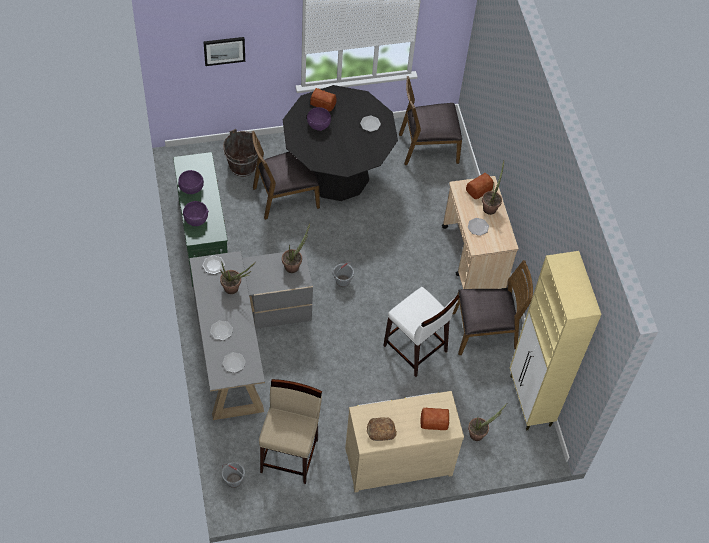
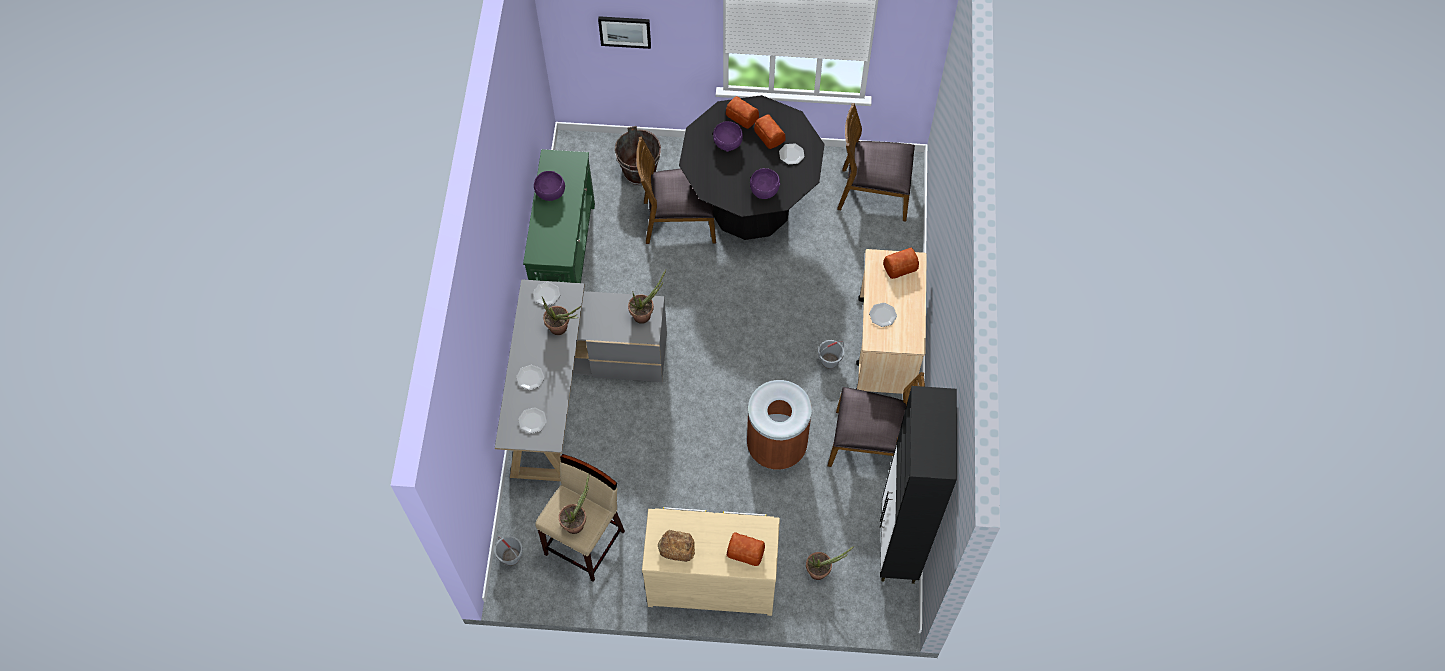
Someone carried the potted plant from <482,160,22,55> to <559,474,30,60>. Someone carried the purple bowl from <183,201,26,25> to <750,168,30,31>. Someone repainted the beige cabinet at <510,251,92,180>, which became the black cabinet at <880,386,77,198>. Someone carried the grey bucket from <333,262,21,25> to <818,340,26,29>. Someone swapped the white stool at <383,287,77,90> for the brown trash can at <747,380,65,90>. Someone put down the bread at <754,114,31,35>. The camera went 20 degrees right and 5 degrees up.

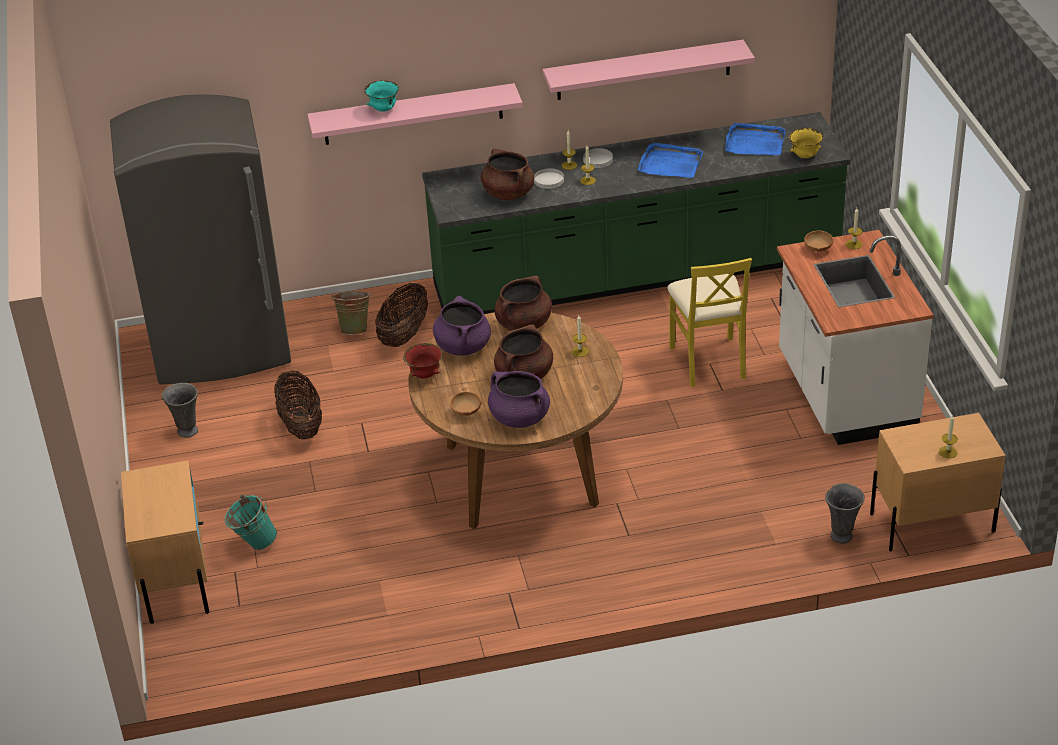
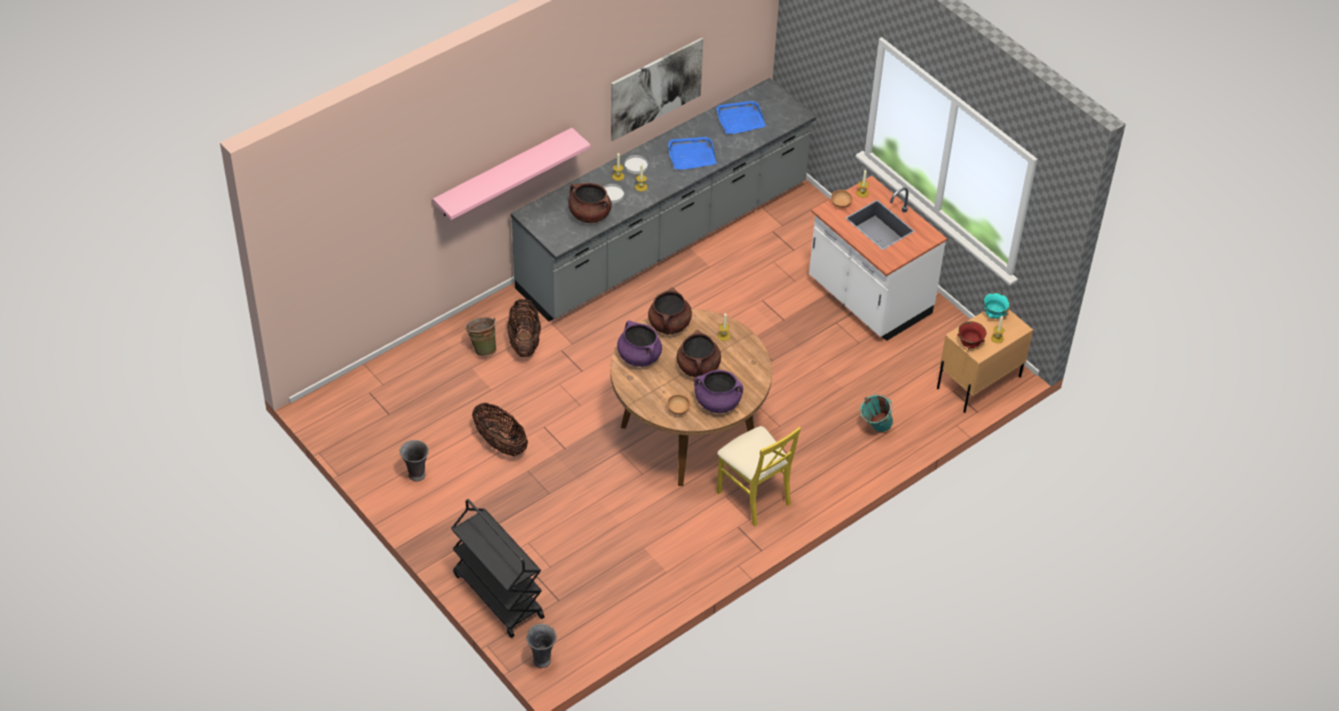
Someone swapped the pink shelf at <542,40,213,60> for the picture at <611,38,92,103>. Someone carried the turquoise bowl from <364,80,35,32> to <983,292,28,27>. Someone took away the grey fridge at <110,94,181,290>. Someone repainted the green counter at <422,112,429,202>, which became the grey counter at <511,78,305,244>. Someone took away the yellow bowl at <788,128,35,30>. Someone carried the yellow chair from <667,258,85,129> to <717,426,84,100>. Someone carried the red bowl from <403,343,39,36> to <957,321,29,28>. Someone swapped the beige nightstand at <121,460,88,164> for the black cart at <451,499,93,139>. Someone carried the grey vase from <825,483,40,61> to <526,624,31,44>. Someone carried the turquoise bucket from <224,495,54,55> to <860,395,33,37>. The camera went 30 degrees left and 10 degrees up.

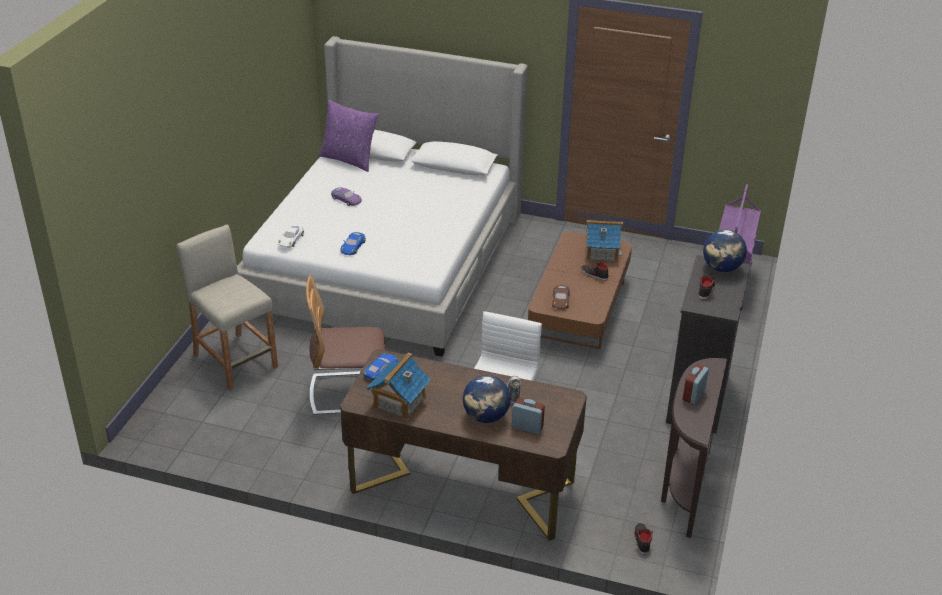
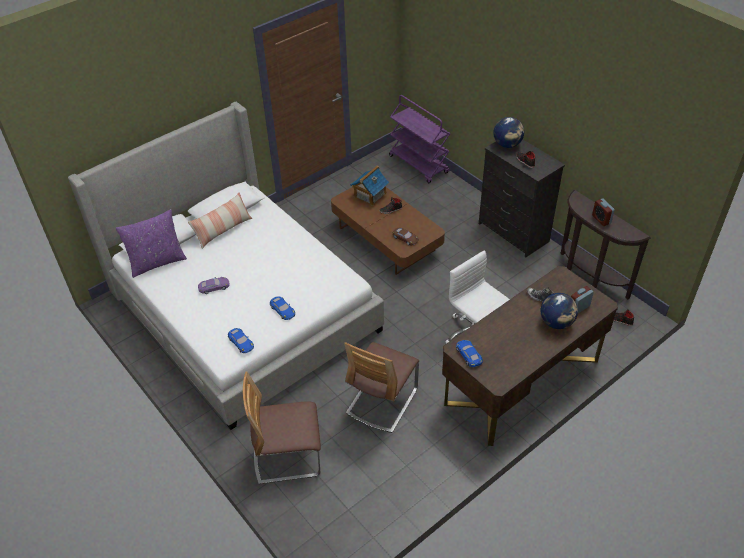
Someone swapped the beige stool at <176,225,102,165> for the chair at <243,371,78,113>. Someone repainted the white toy car at <278,225,26,23>, which became the blue toy car at <228,328,26,25>. Someone took away the toy house at <367,353,64,67>. Someone put down the pillow at <188,193,64,56>. The camera went 55 degrees left and 10 degrees up.

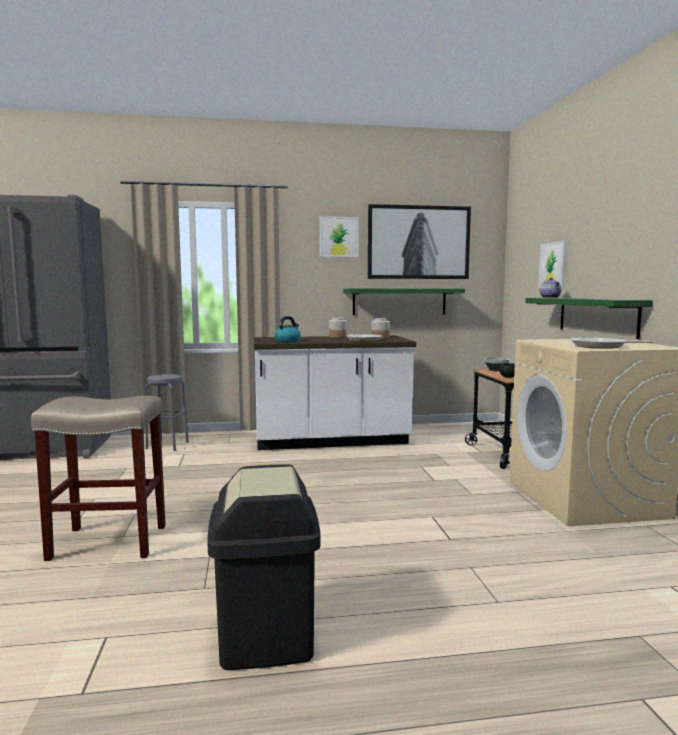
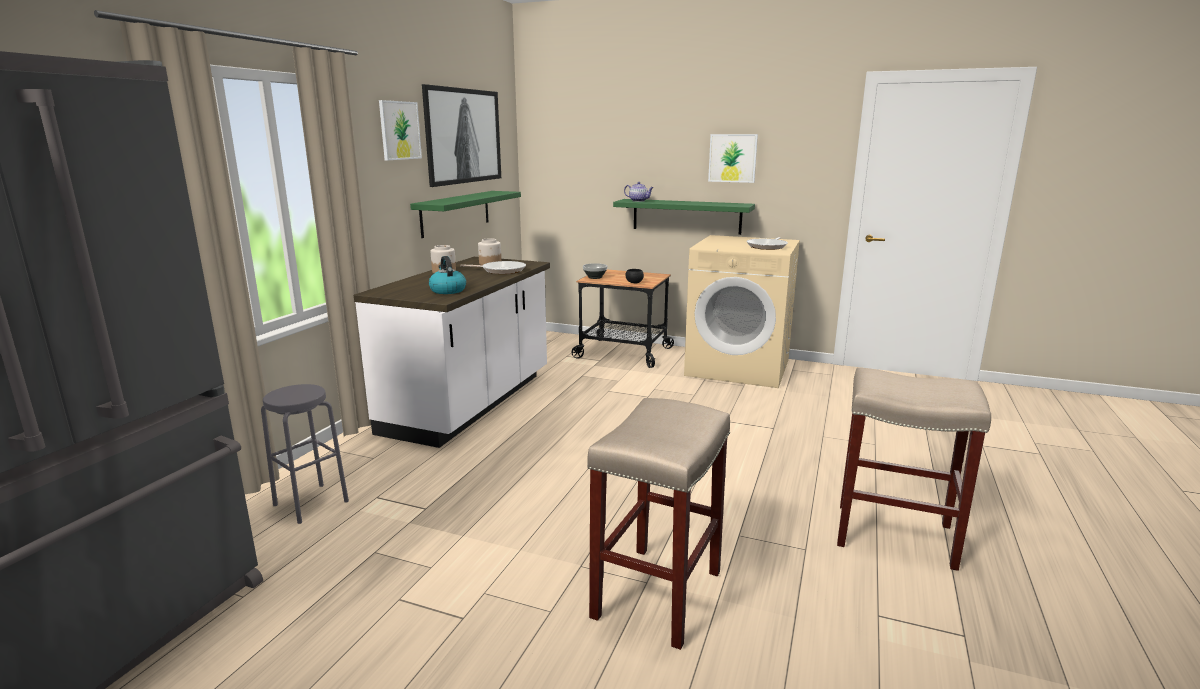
Someone carried the picture from <538,241,29,47> to <708,134,50,49>. Someone swapped the black trash can at <207,464,114,206> for the beige stool at <837,368,154,203>. The camera went 60 degrees left and 10 degrees up.

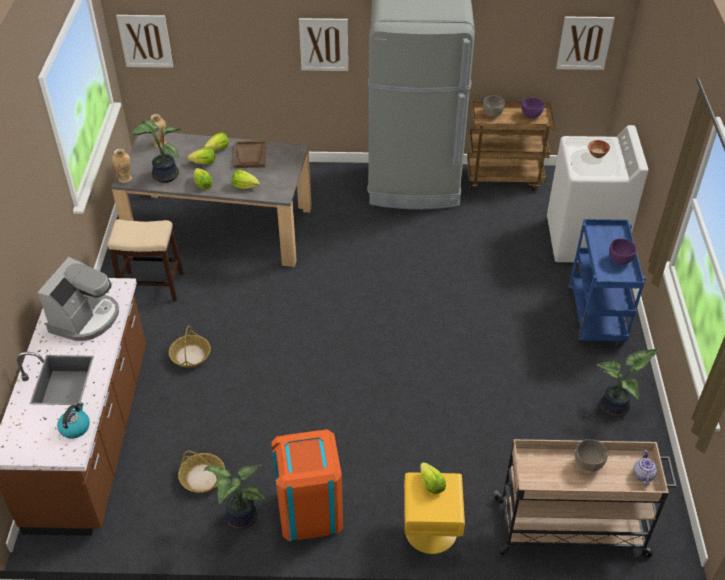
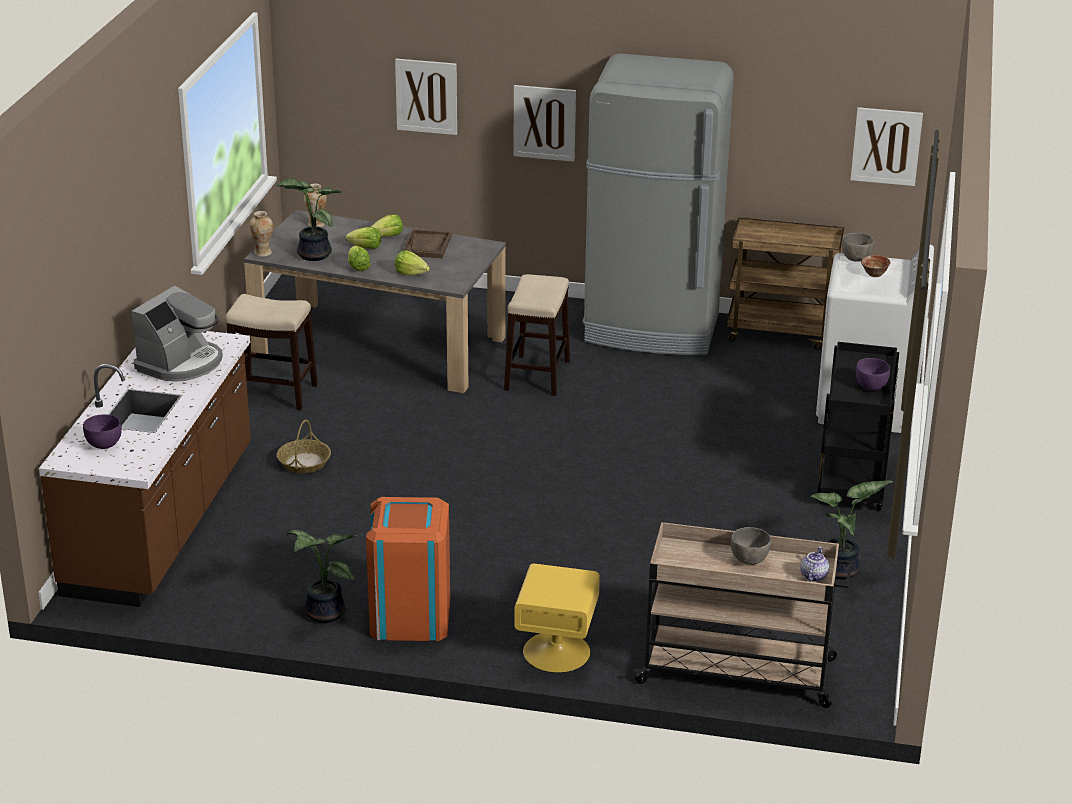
Someone carried the picture from <116,15,57,53> to <395,59,62,76>. Someone carried the grey bowl from <483,96,22,21> to <842,233,32,29>. Someone carried the purple bowl from <521,97,23,22> to <83,414,39,35>. Someone repainted the blue cart at <568,219,78,123>, which became the black cart at <817,342,82,169>. Someone took away the kettle at <57,402,33,37>. Someone took away the basket at <178,451,47,42>. Someone took away the lettuce at <420,462,26,32>. Someone put down the stool at <504,274,66,122>. The camera went 10 degrees right and 15 degrees down.

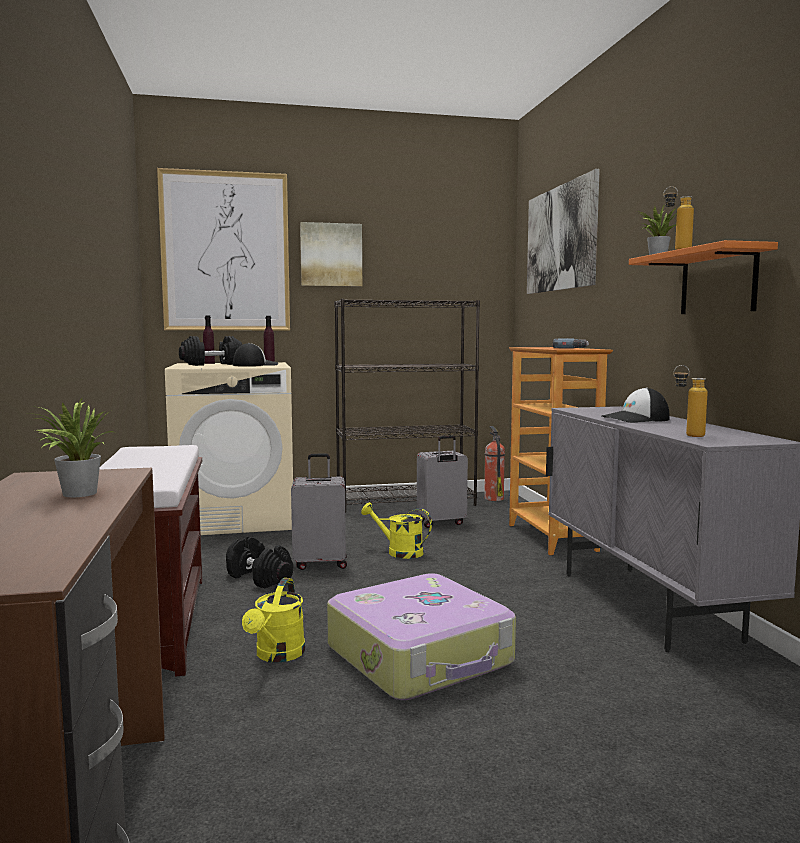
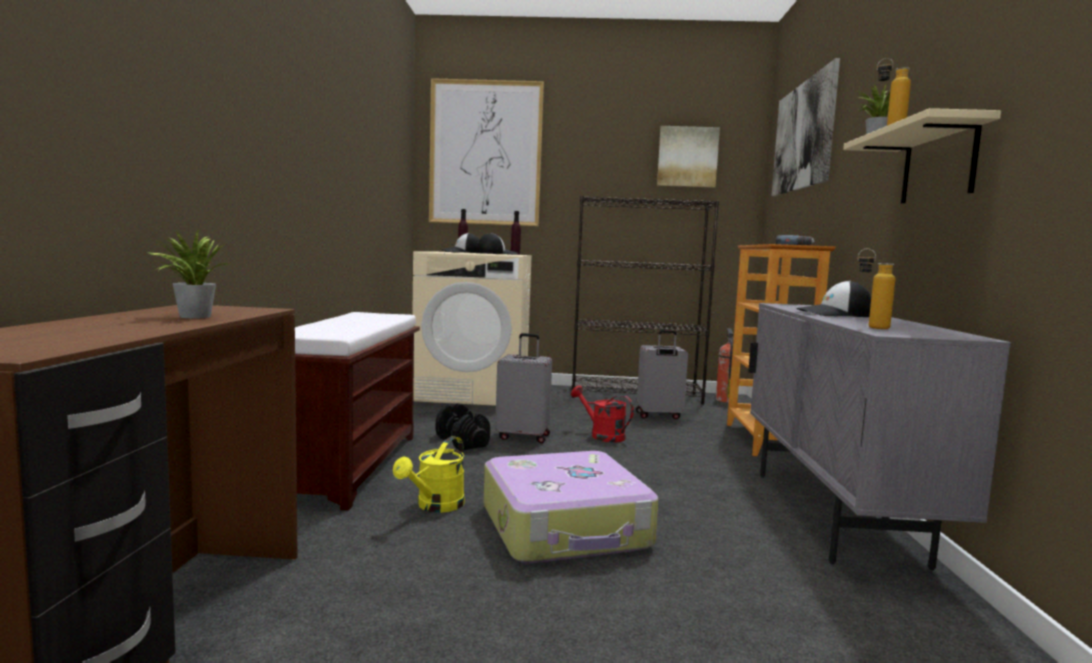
Someone carried the picture from <300,222,62,65> to <657,126,63,62>. Someone repainted the orange shelf at <629,240,149,74>, which became the beige shelf at <843,108,158,96>. Someone swapped the black dumbbell at <179,336,63,30> for the cap at <441,233,38,20>. Someone repainted the yellow watering can at <361,502,71,57>, which became the red watering can at <571,385,63,57>. The camera went 15 degrees right and 0 degrees up.

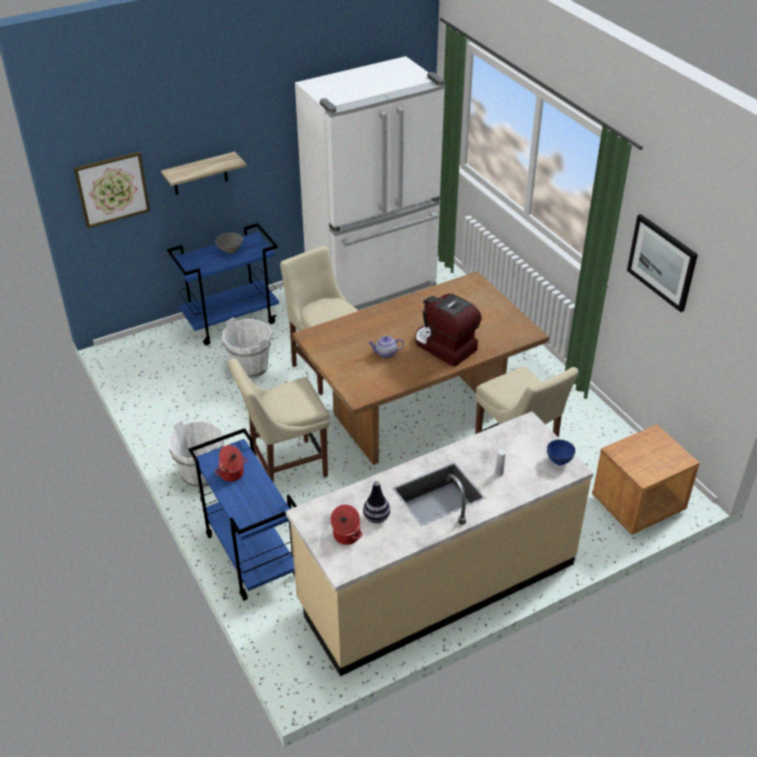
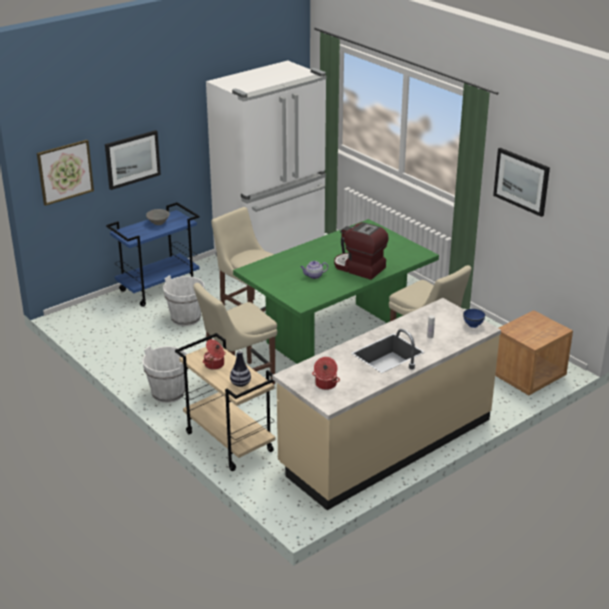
Someone swapped the shelf at <161,152,86,43> for the picture at <105,130,56,60>. Someone repainted the brown dining table at <292,271,257,194>, which became the green dining table at <233,219,206,145>. Someone repainted the blue cart at <188,428,109,173>, which became the beige cart at <175,333,100,138>. Someone carried the vase from <363,481,27,42> to <230,350,21,37>. The camera went 10 degrees left and 10 degrees down.

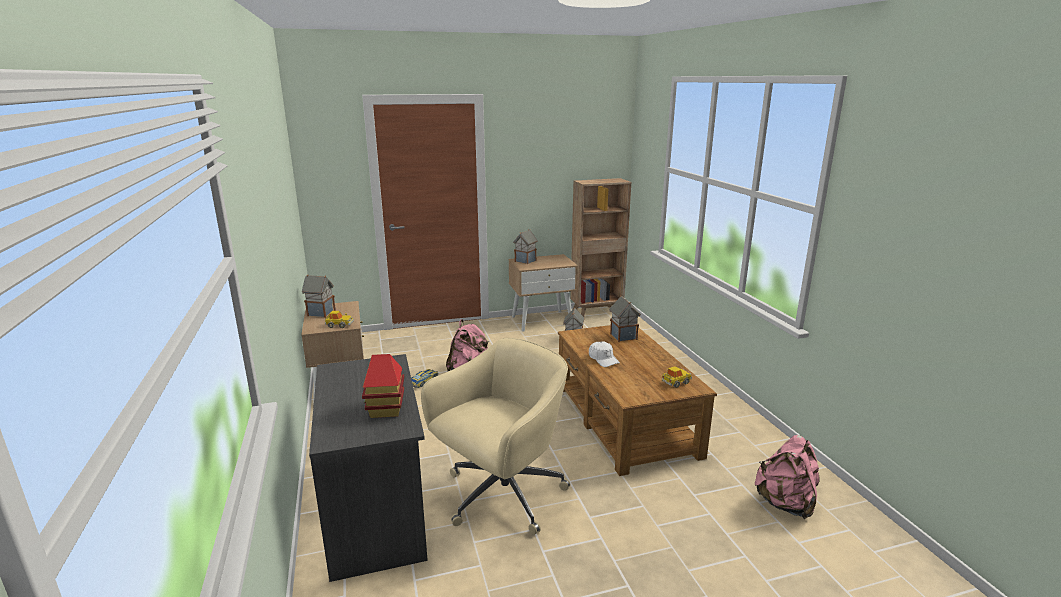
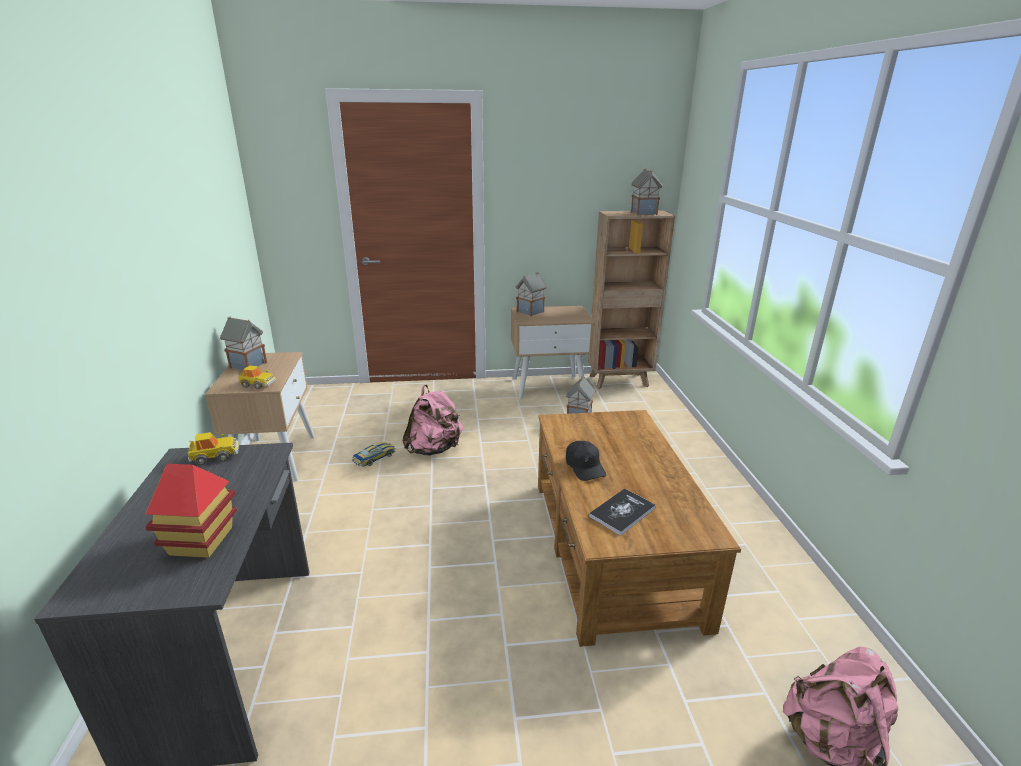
Someone carried the toy house from <609,296,32,46> to <631,169,32,46>. Someone took away the beige office chair at <421,338,149,197>. Someone repainted the white cap at <589,341,31,26>, which became the black cap at <566,441,40,40>. Someone carried the toy car from <662,366,30,22> to <187,432,52,33>. Someone put down the book at <589,489,67,47>. The camera went 10 degrees right and 5 degrees up.

